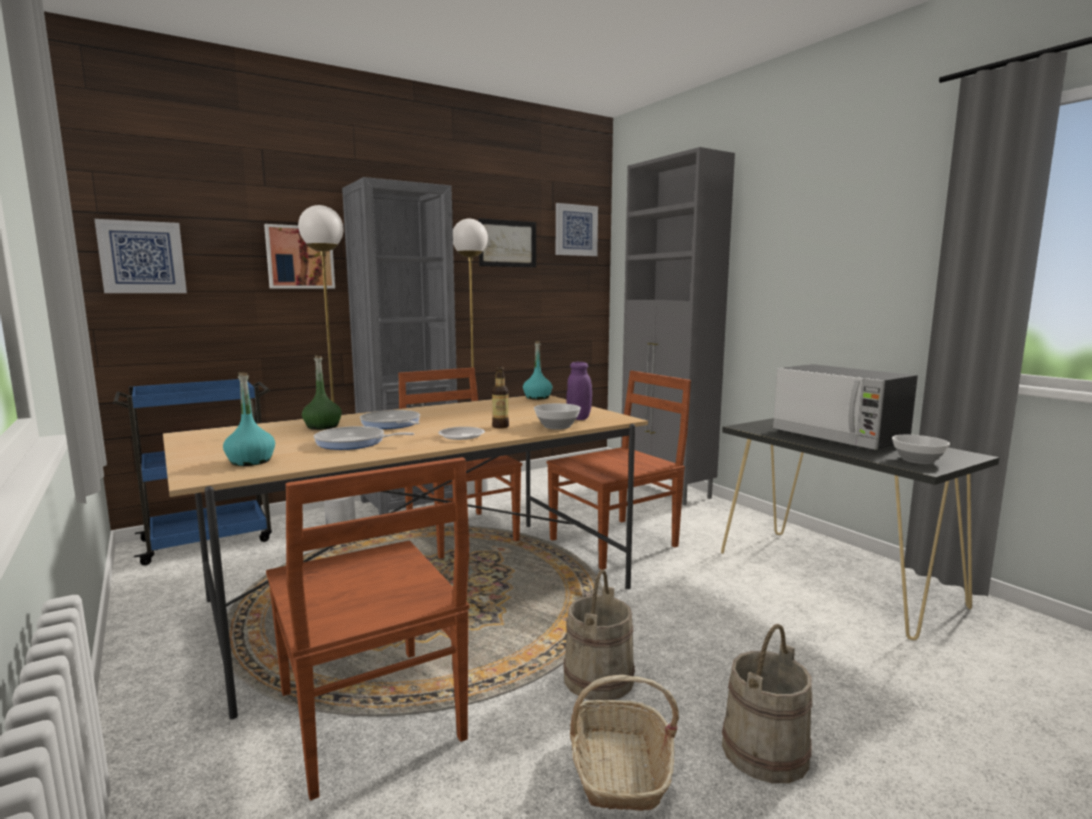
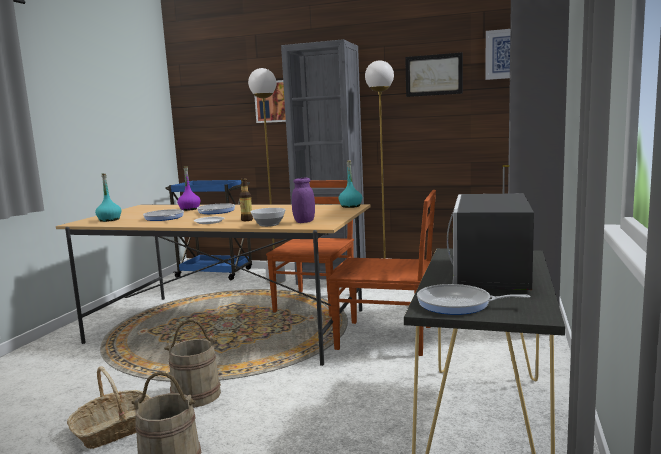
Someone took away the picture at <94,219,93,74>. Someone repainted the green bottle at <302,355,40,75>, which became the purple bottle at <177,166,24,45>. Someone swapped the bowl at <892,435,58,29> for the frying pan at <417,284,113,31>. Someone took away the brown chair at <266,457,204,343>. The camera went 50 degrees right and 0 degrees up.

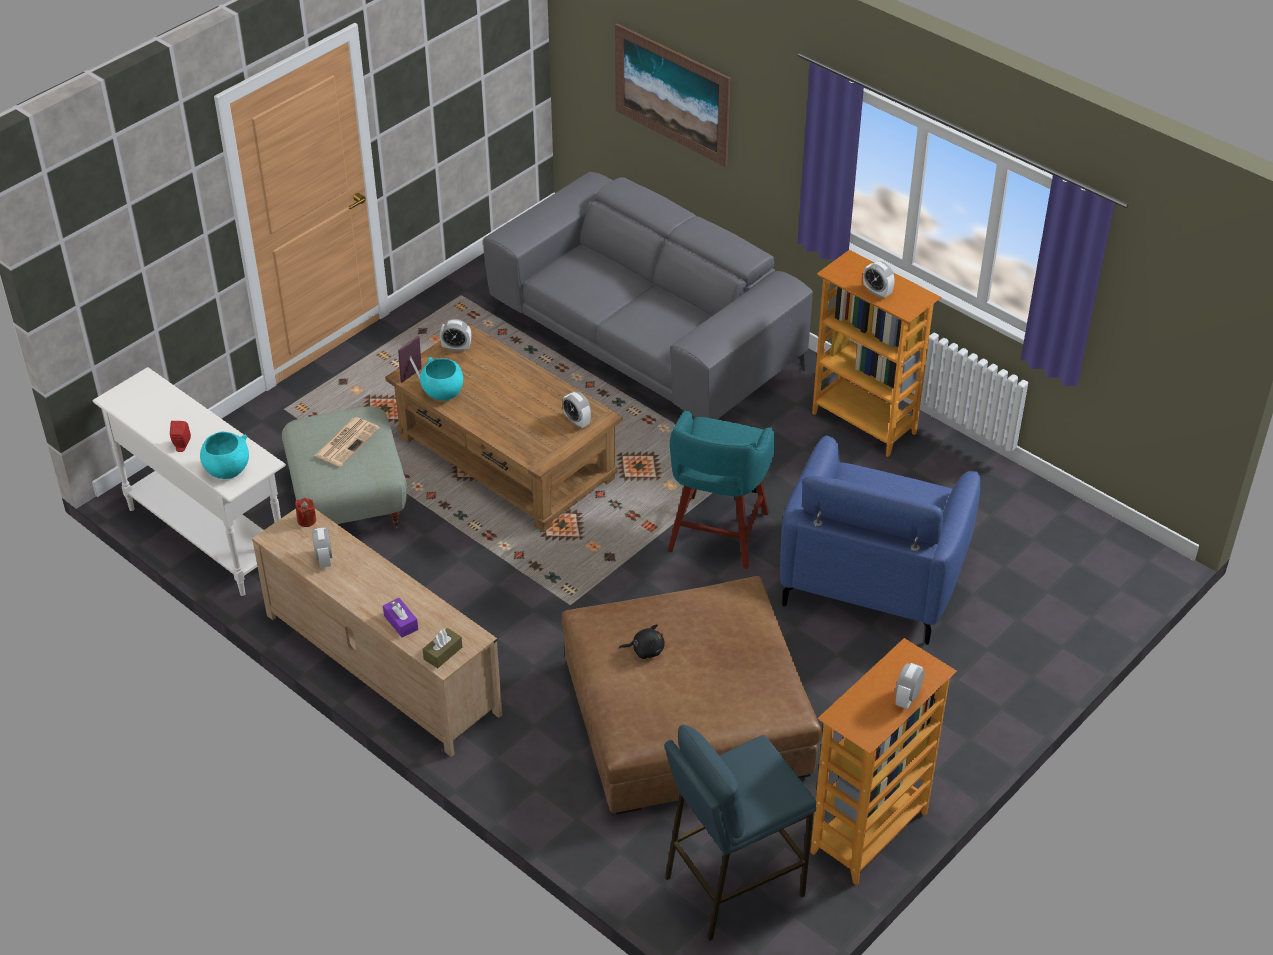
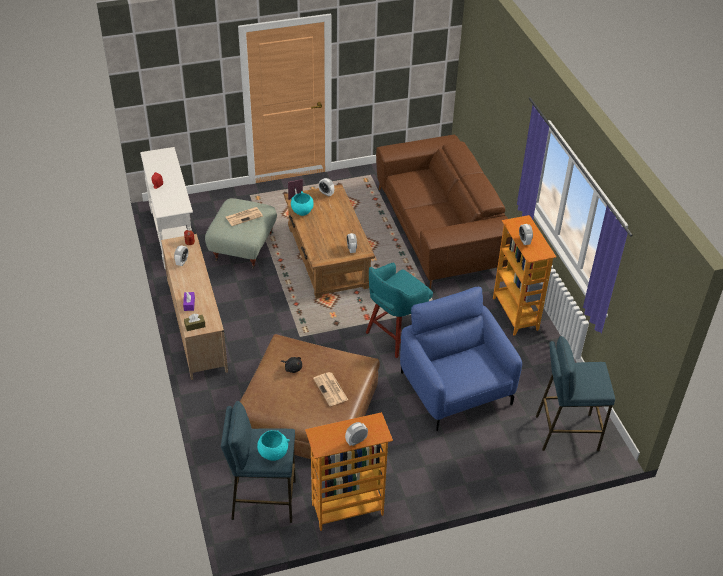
Someone took away the picture at <615,24,116,143>. Someone repainted the grey sofa at <483,172,330,247>, which became the brown sofa at <376,135,135,154>. Someone carried the turquoise bowl from <200,431,49,48> to <257,430,33,31>. Someone rotated the blue armchair at <780,436,200,209> by 105 degrees clockwise. Someone put down the blue stool at <536,336,79,115>. Someone put down the newspaper at <313,372,35,34>. The camera went 30 degrees right and 0 degrees up.

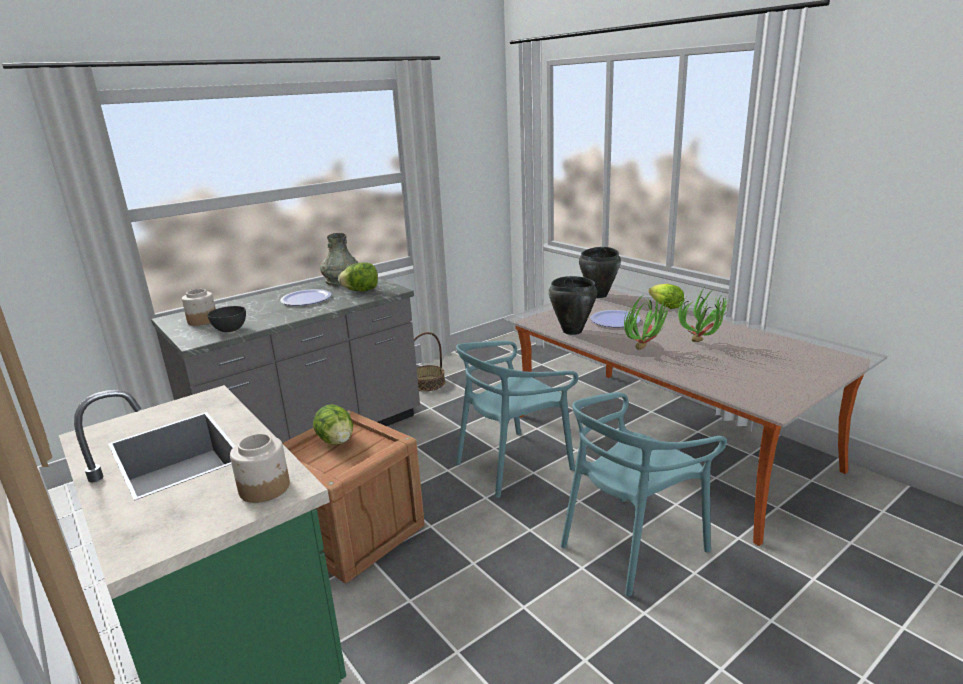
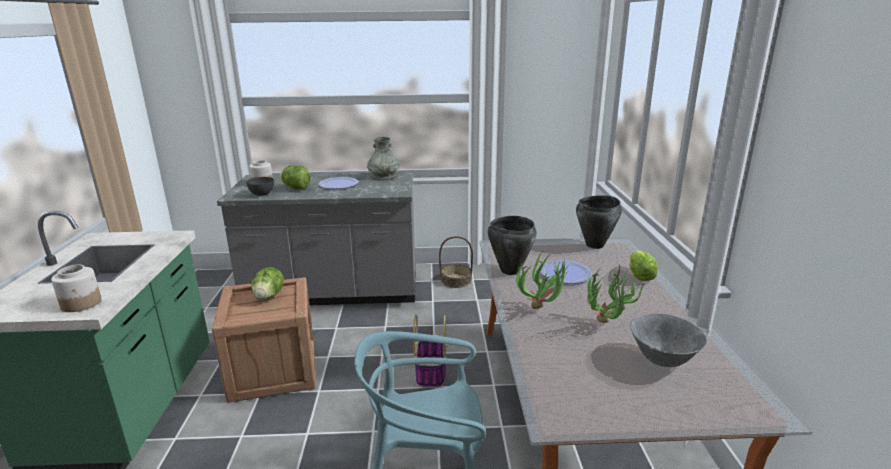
Someone carried the lettuce from <338,262,40,30> to <279,165,32,24>. Someone swapped the turquoise chair at <456,341,123,157> for the basket at <413,314,34,74>. Someone put down the grey bowl at <630,314,77,53>. The camera went 35 degrees right and 0 degrees up.

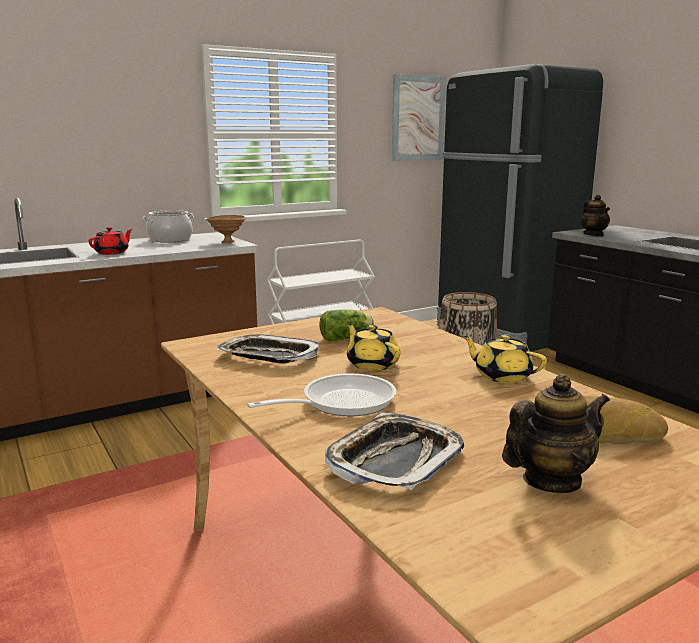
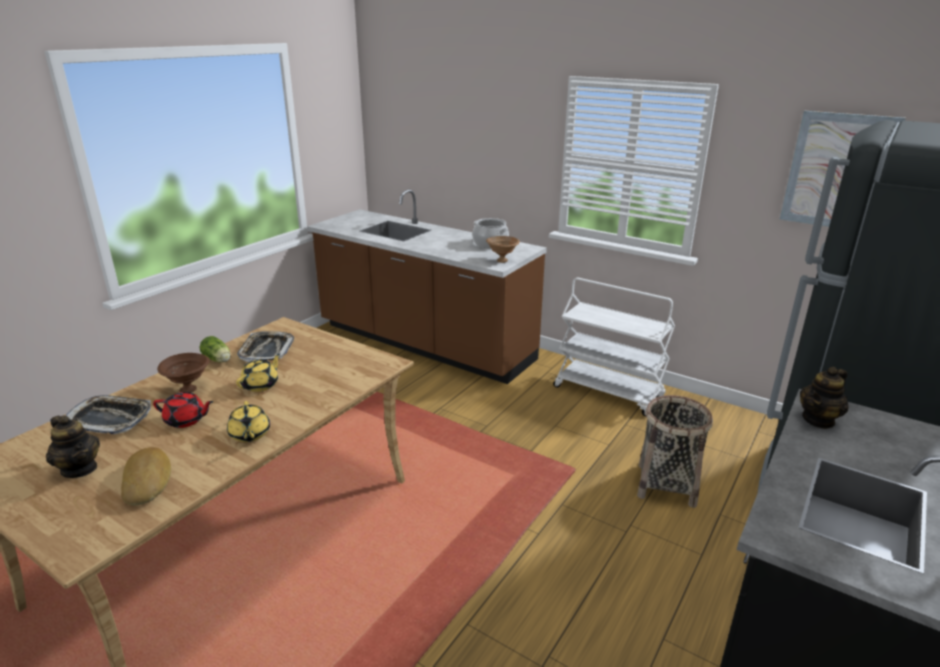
Someone carried the red teapot from <88,227,45,28> to <153,392,60,36>. Someone carried the lettuce from <319,310,55,31> to <200,336,31,26>. Someone rotated the yellow teapot at <462,334,85,49> by 150 degrees clockwise. Someone swapped the frying pan at <247,374,149,42> for the brown bowl at <157,353,53,39>. The camera went 65 degrees right and 10 degrees up.

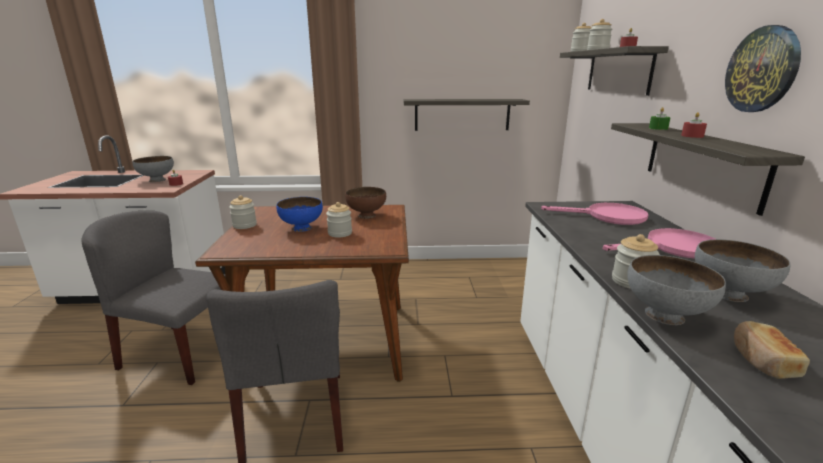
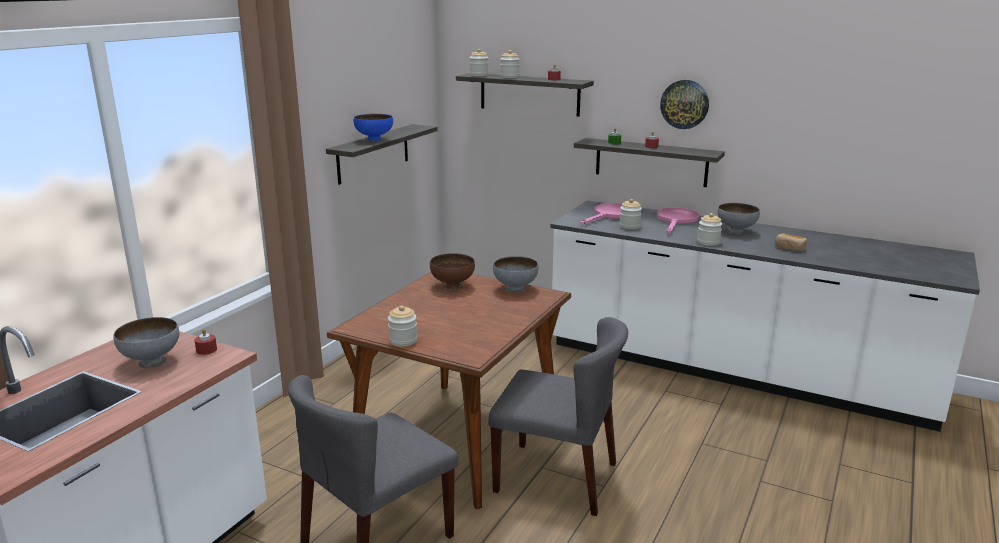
Someone carried the blue bowl from <276,197,47,35> to <354,114,39,28>. Someone carried the jar from <326,202,26,36> to <619,199,23,30>. Someone carried the grey bowl from <627,255,99,70> to <493,256,46,37>. The camera went 60 degrees left and 0 degrees up.

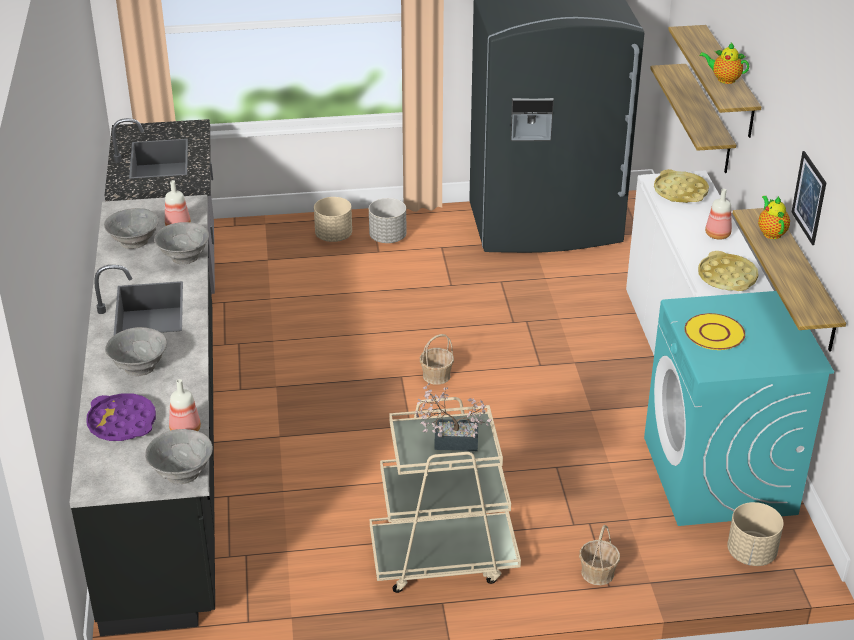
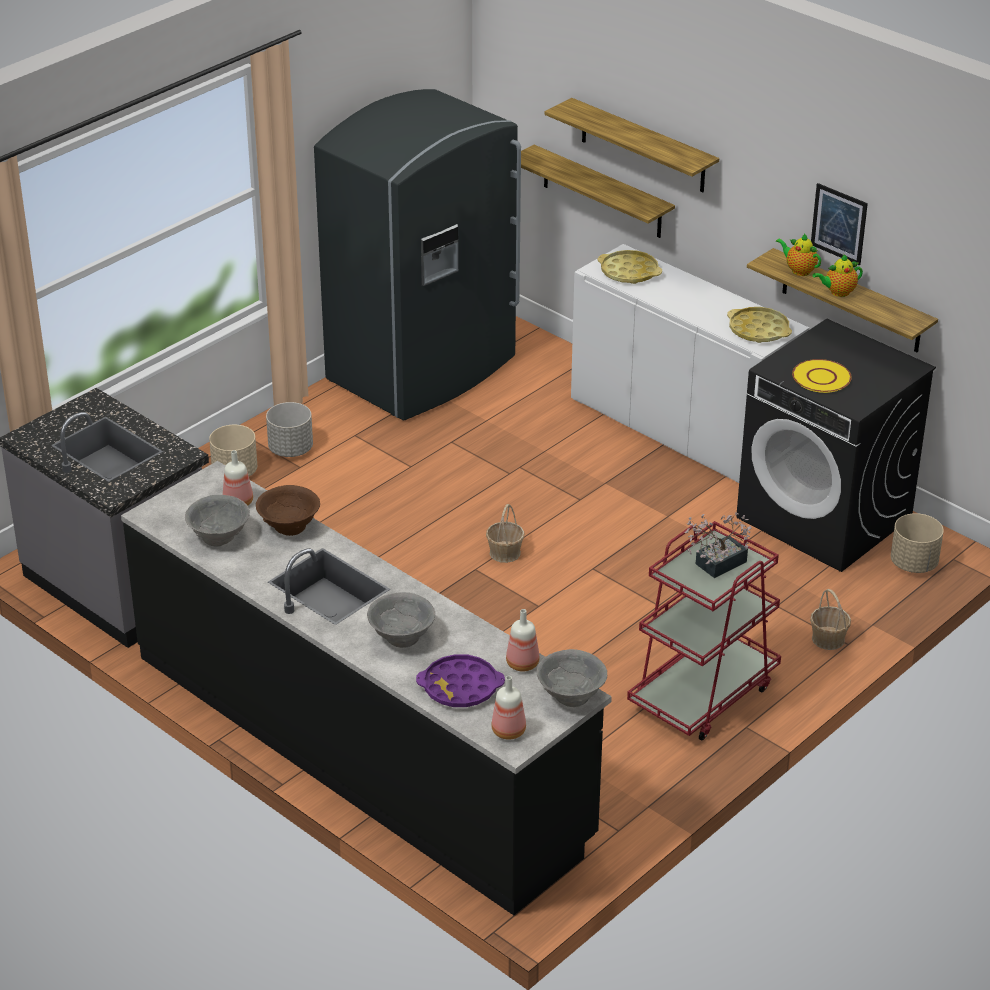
Someone carried the teapot from <699,43,50,41> to <812,254,51,43>. Someone carried the bottle from <705,189,27,51> to <491,676,35,64>. Someone repainted the grey bowl at <154,222,55,43>, which became the brown bowl at <256,485,64,51>. Someone repainted the turquoise washing machine at <644,291,190,235>, which became the black washing machine at <736,319,200,253>. Someone repainted the beige cart at <370,397,151,196>, which became the red cart at <627,521,154,220>. The camera went 40 degrees left and 0 degrees up.

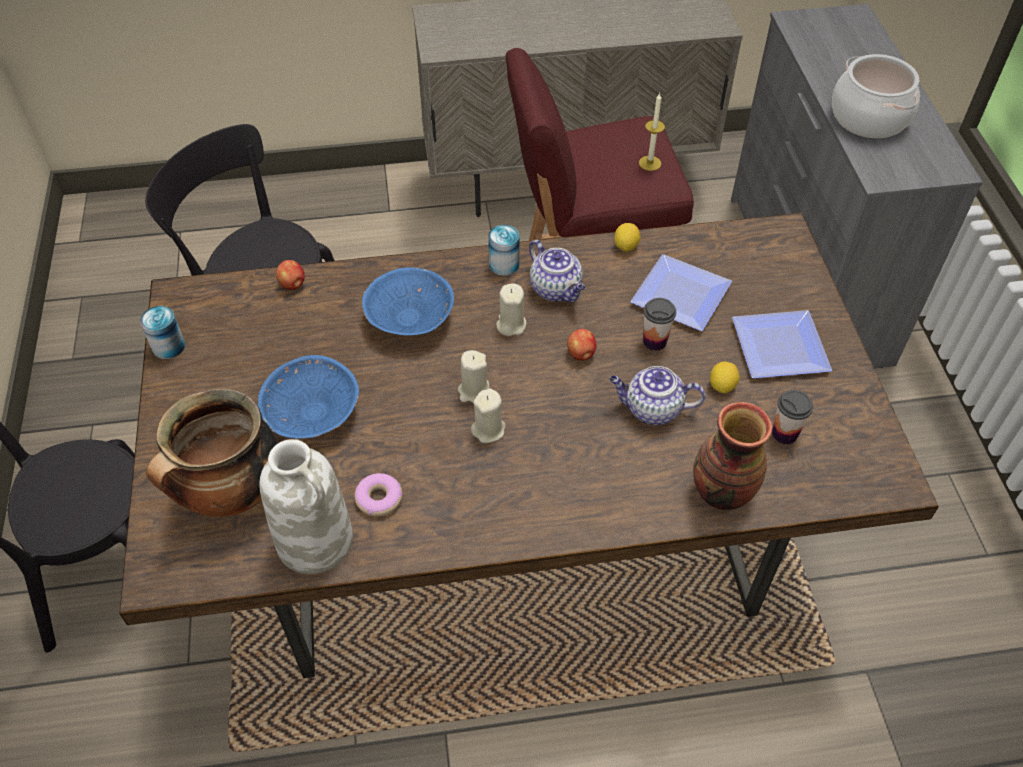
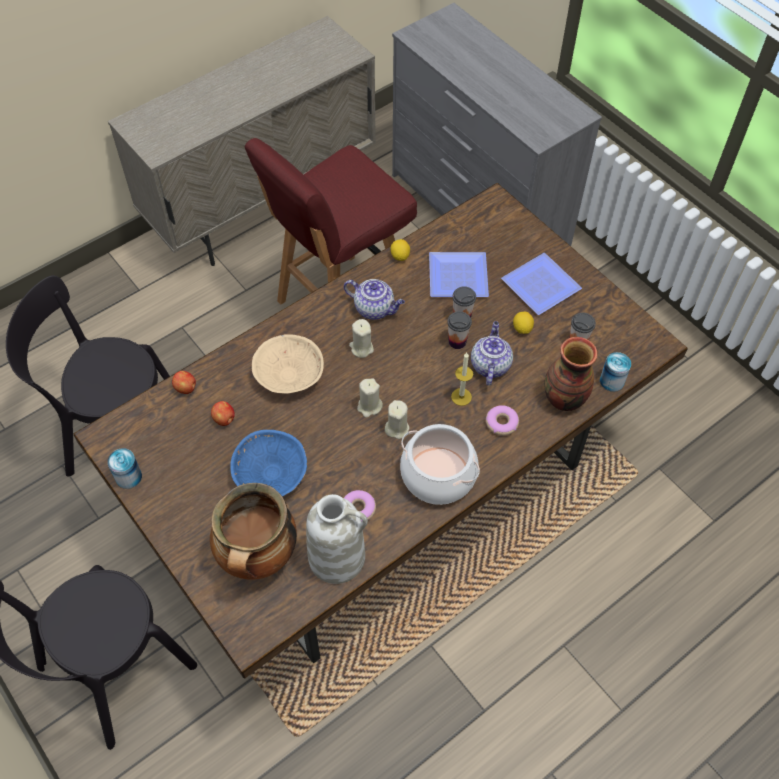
Someone carried the cooking pot from <832,54,88,84> to <400,424,80,81>. Someone carried the candle from <639,93,26,78> to <451,353,22,53>. Someone carried the can from <488,225,32,51> to <600,352,31,40>. Someone repainted the blue bowl at <362,267,92,69>, which became the beige bowl at <252,334,72,60>. Someone carried the apple from <567,329,30,32> to <211,401,24,25>. Someone rotated the teapot at <609,366,97,59> by 120 degrees clockwise. Someone put down the cup at <447,311,25,38>. Someone put down the donut at <486,405,33,31>. The camera went 30 degrees left and 5 degrees up.

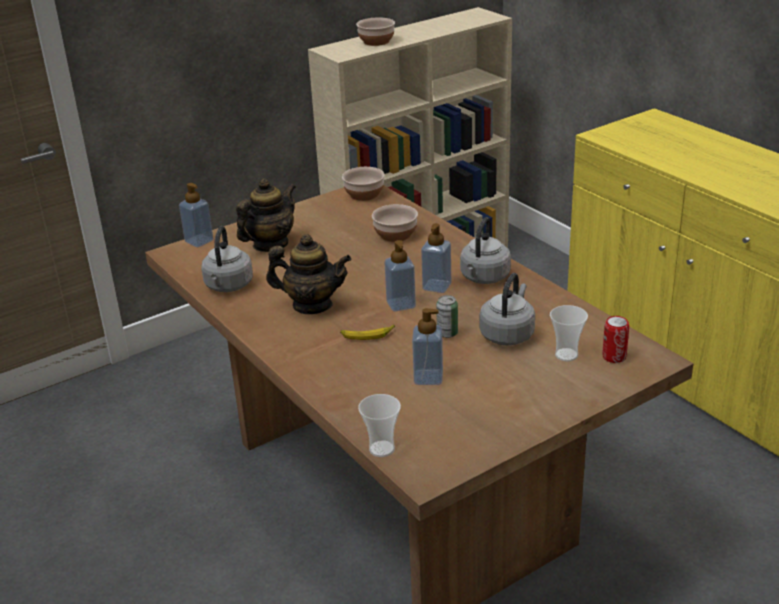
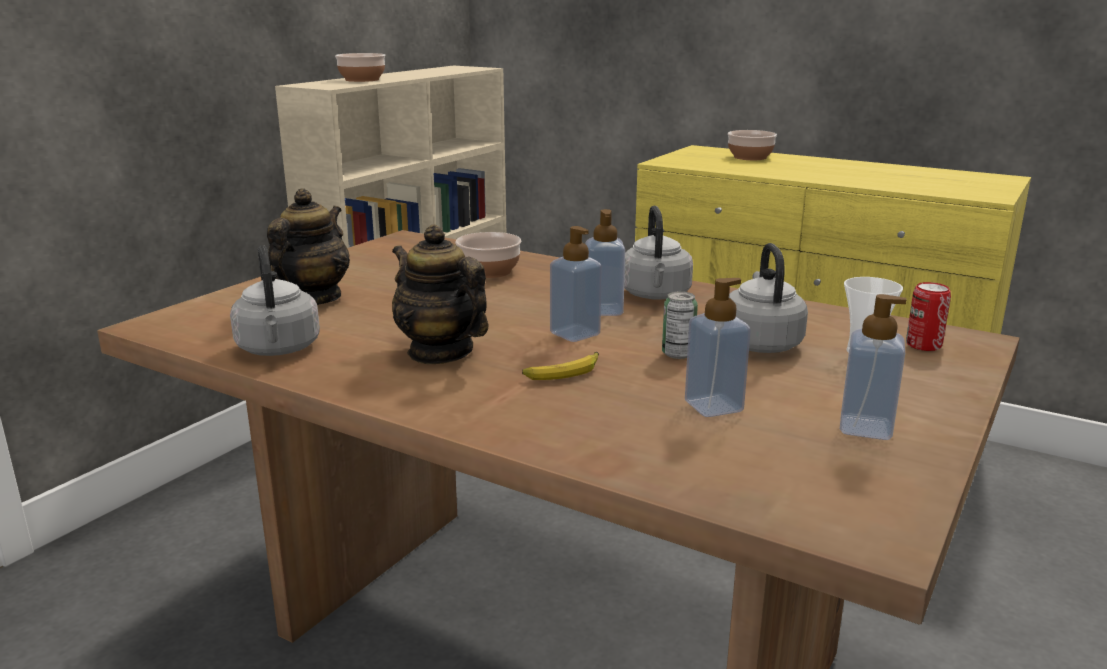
Someone carried the bowl from <342,167,43,34> to <727,130,50,30>. Someone carried the soap dispenser from <179,183,34,64> to <840,294,67,146>. Someone rotated the teapot at <266,234,85,80> by 120 degrees counterclockwise. Someone took away the cup at <358,394,43,63>. The camera went 25 degrees left and 10 degrees down.

